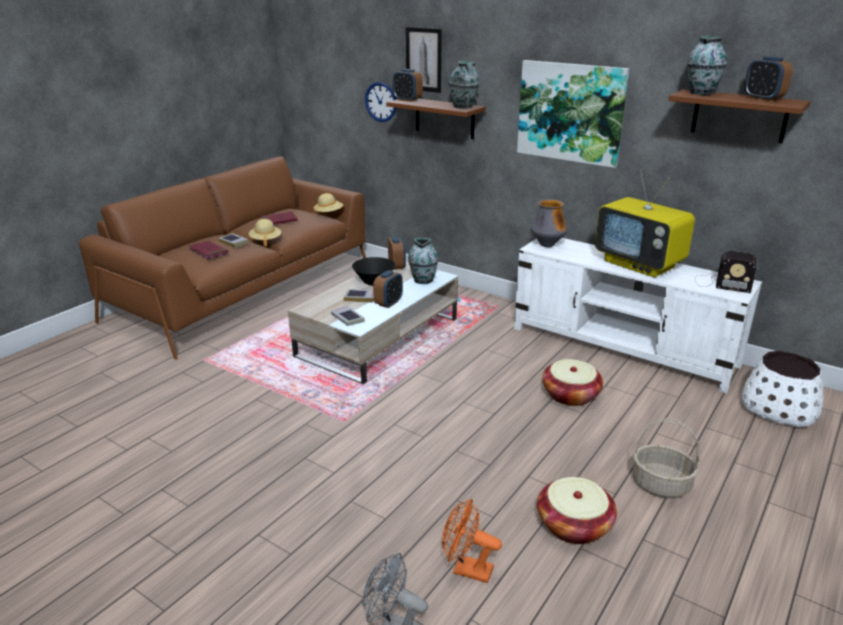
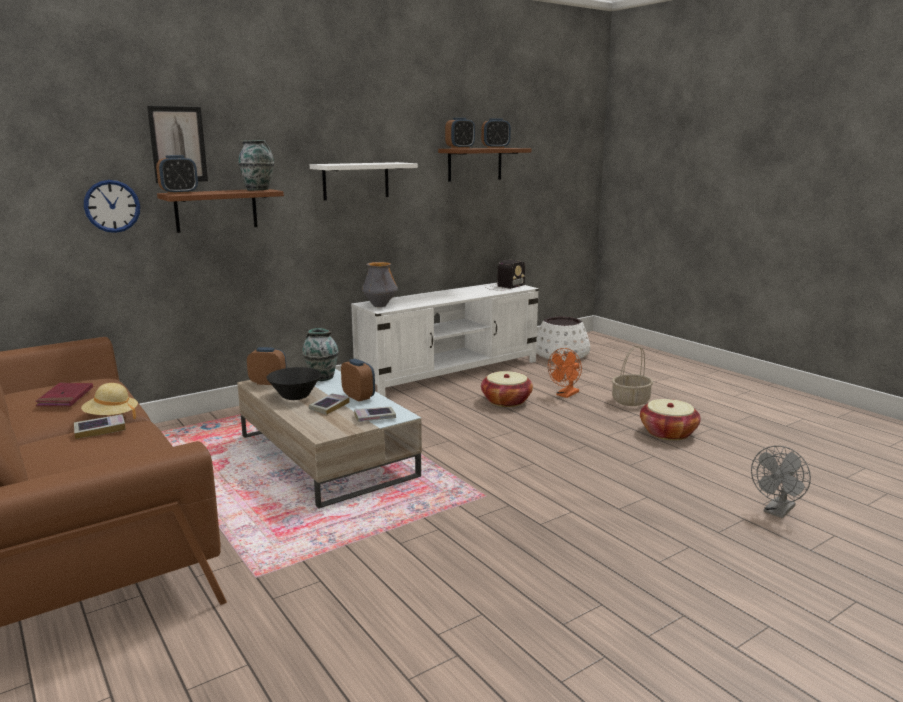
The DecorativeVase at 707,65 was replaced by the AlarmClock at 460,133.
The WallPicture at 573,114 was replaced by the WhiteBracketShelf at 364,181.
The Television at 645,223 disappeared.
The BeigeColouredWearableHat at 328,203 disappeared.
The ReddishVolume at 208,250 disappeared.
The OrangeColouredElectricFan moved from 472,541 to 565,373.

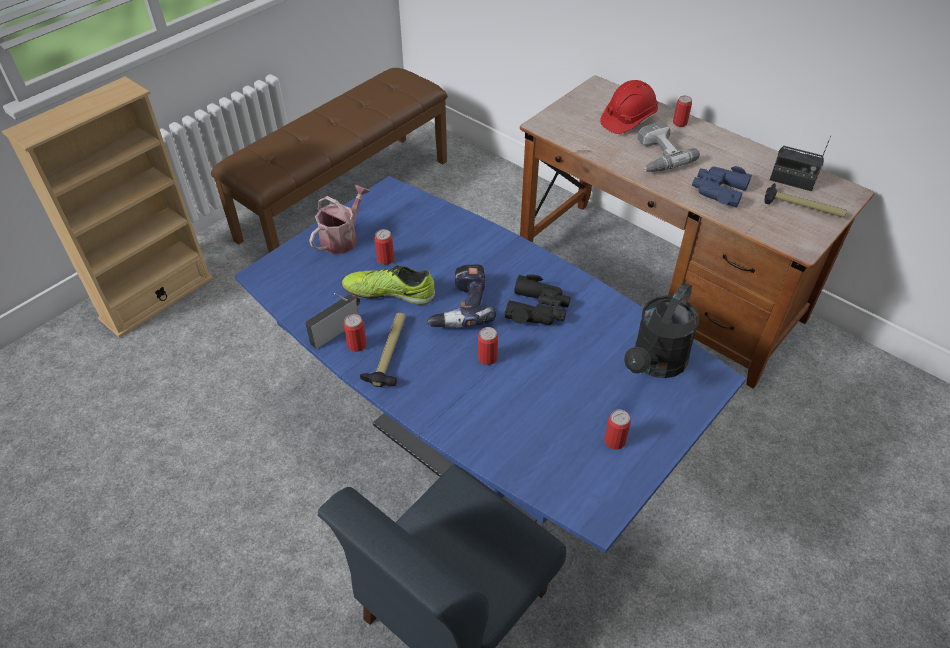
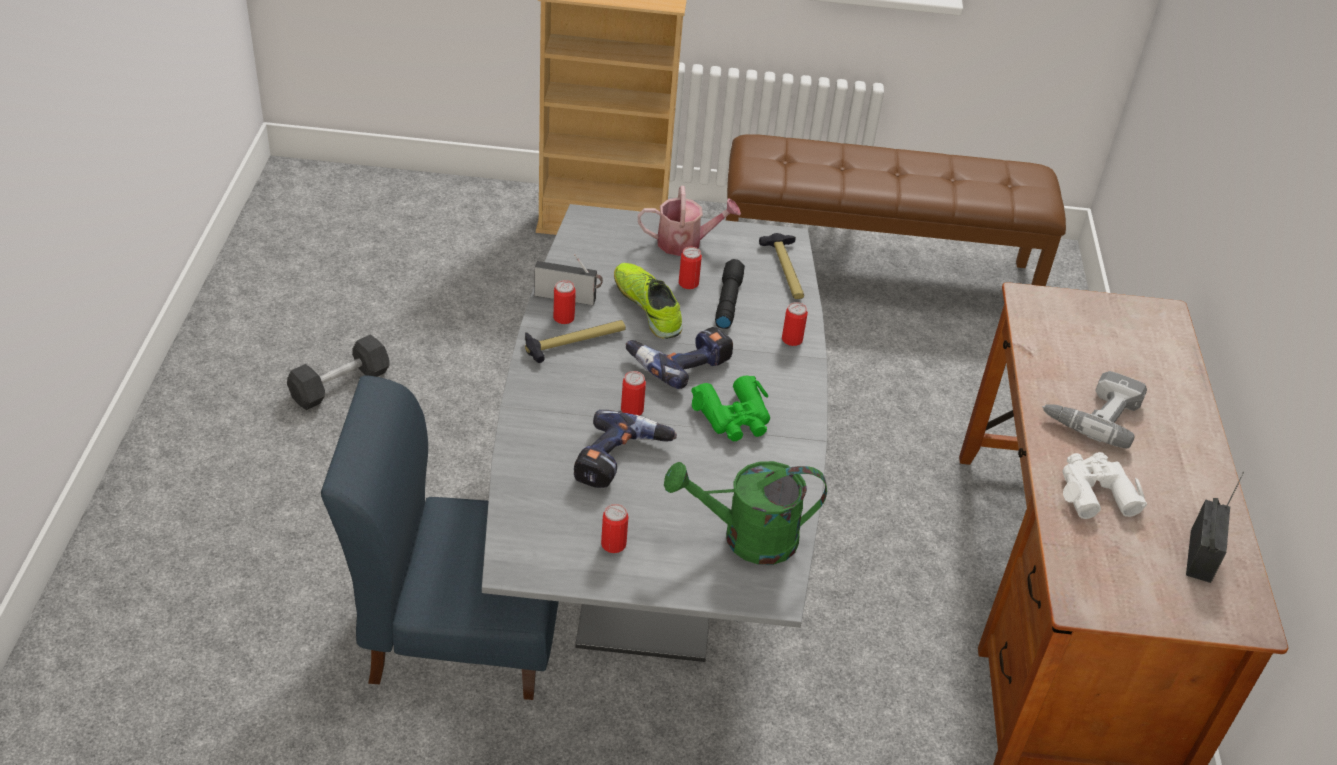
The ReddishHardHat at 629,107 disappeared.
The Can moved from 682,111 to 795,324.
The RadioReceiver at 800,163 turned 150 degrees counterclockwise.
The BlueColouredFieldGlasses at 722,187 became the WhiteFieldGlasses at 1105,485.
The BlueColouredDiningTable at 490,364 became the GreyDiningTable at 655,433.
The ToolHammer moved from 806,200 to 781,266.
The BlackishFieldGlasses at 537,299 became the GreenishFieldGlasses at 730,408.
The BlackishSprinklingCan at 661,330 became the GreenishSprinklingCan at 745,513.
The BlackishHandTorch at 730,294 appeared.
The BlackishFreeWeight at 338,372 appeared.
The PowerDrill at 625,449 appeared.

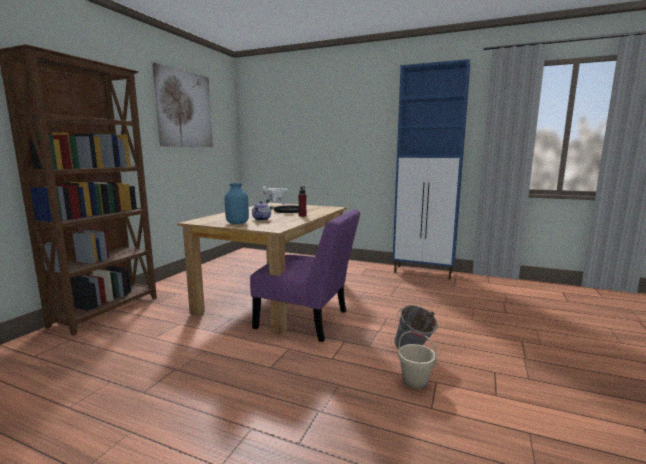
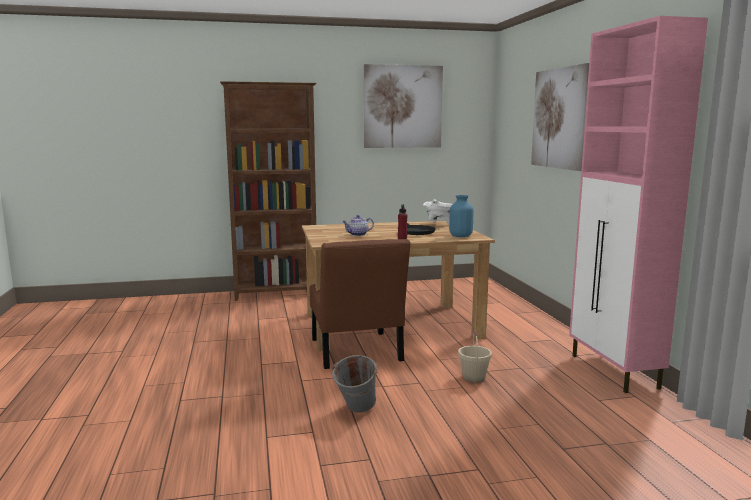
The BlueColouredStorageCabinet at 431,169 became the PinkishStorageCabinet at 638,204.
The BlueColouredDecorativeVase moved from 237,203 to 461,216.
The PurpleColouredChair at 305,276 became the BrownColouredChair at 360,304.
The BeigeColouredWaterBucket moved from 417,360 to 475,356.
The WallPicture at 560,117 appeared.

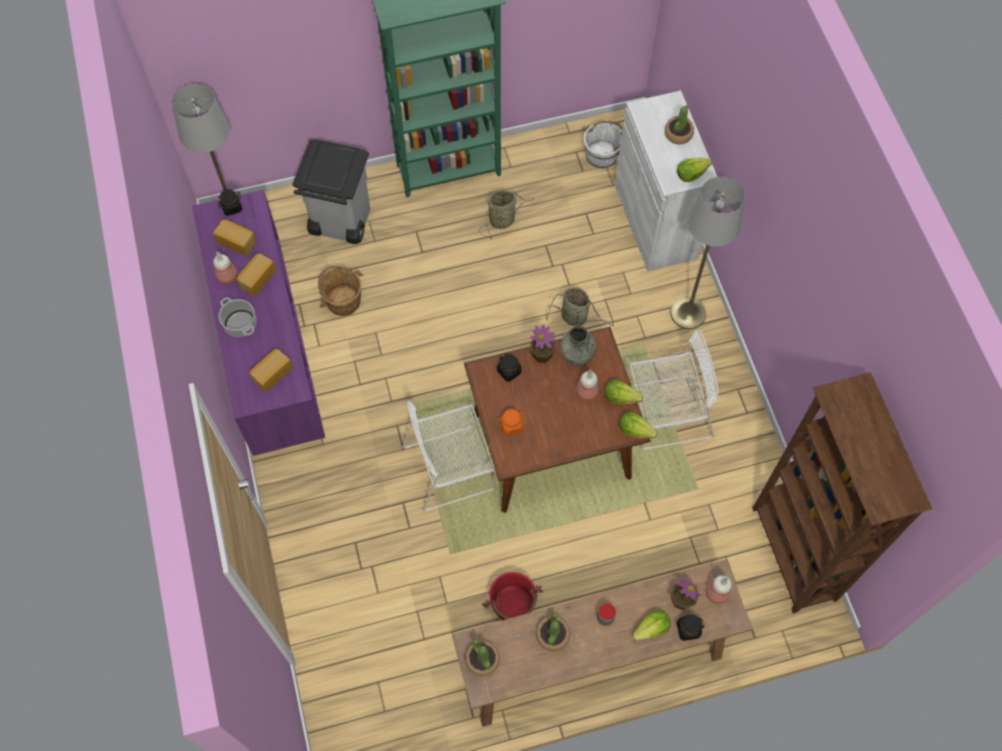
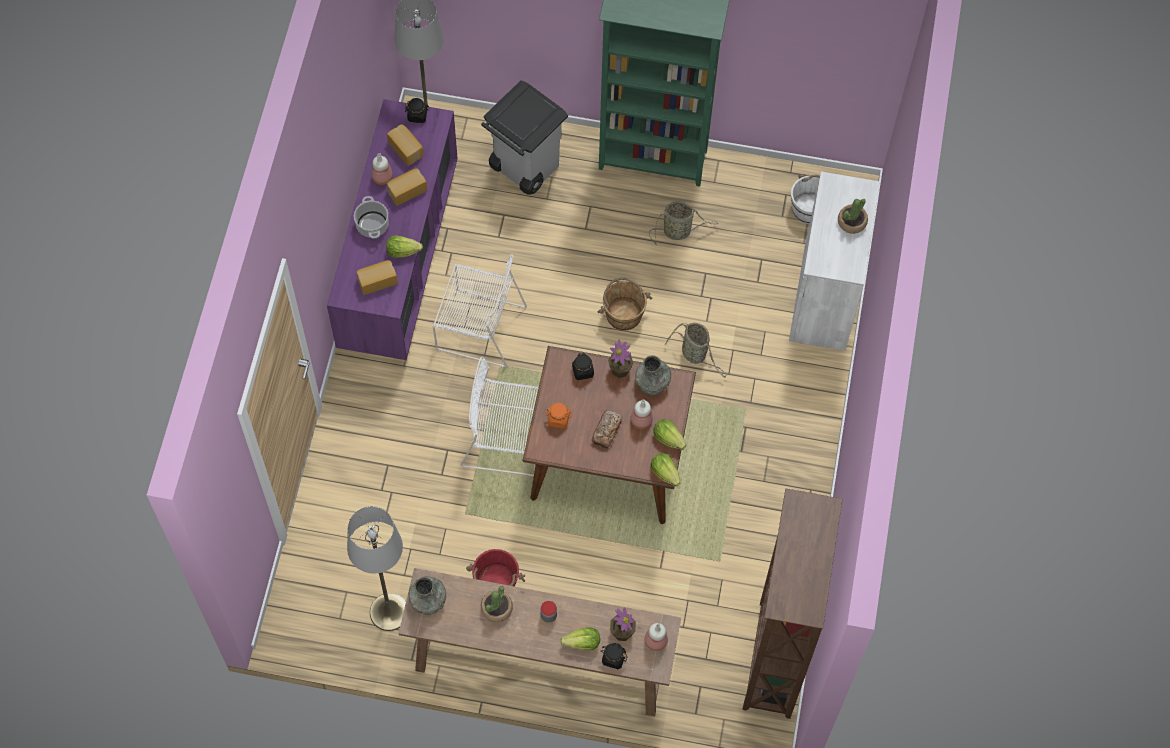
The LettuceHead moved from 694,170 to 404,246.
The GreyStandingLamp moved from 707,253 to 376,568.
The BrownColouredWaterBucket moved from 340,291 to 625,304.
The WhiteChair moved from 673,389 to 480,310.
The Houseplant at 482,657 was replaced by the GreyDecorativeVase at 427,595.
The BakeryBread at 607,429 appeared.

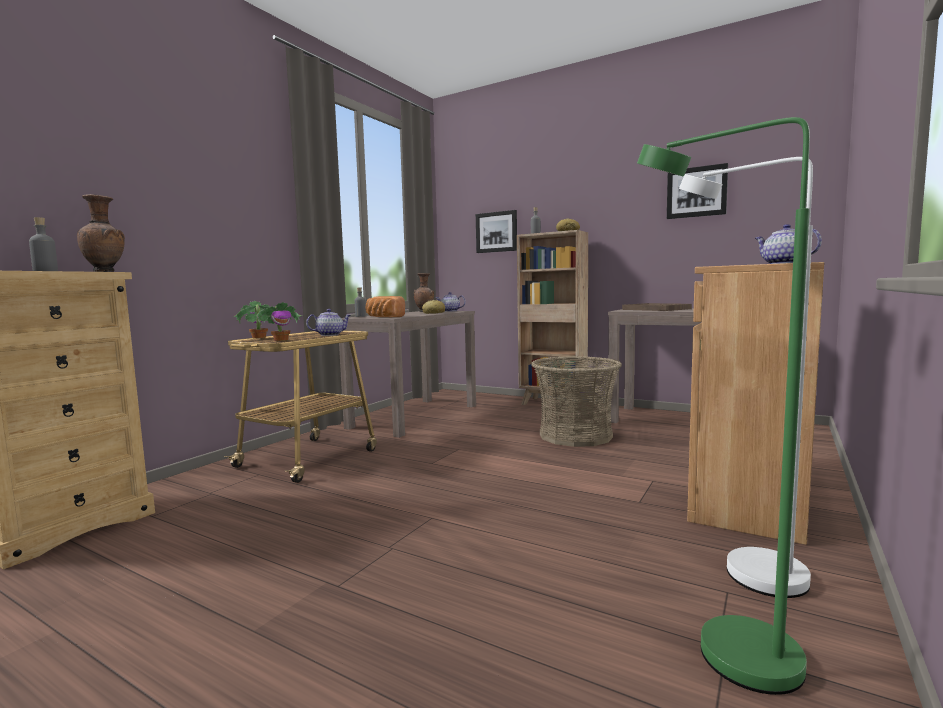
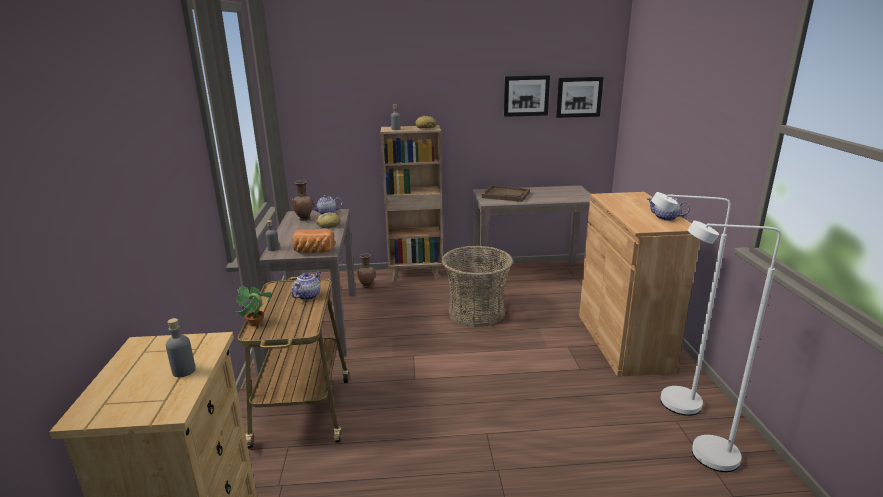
The GreenishStandingLamp at 723,406 became the WhiteStandingLamp at 734,346.
The BrownColouredDecorativeVase moved from 101,233 to 366,270.
The WallPicture moved from 496,231 to 580,97.
The Houseplant at 279,321 disappeared.

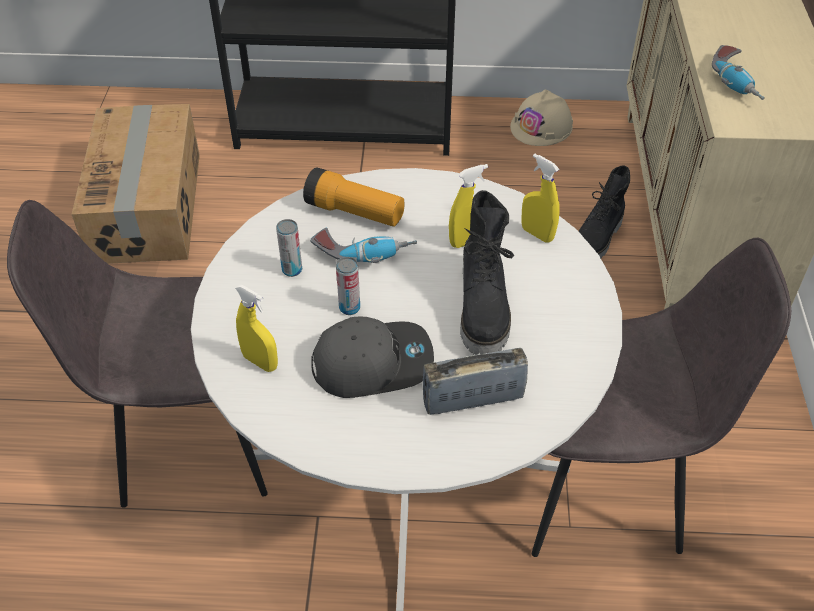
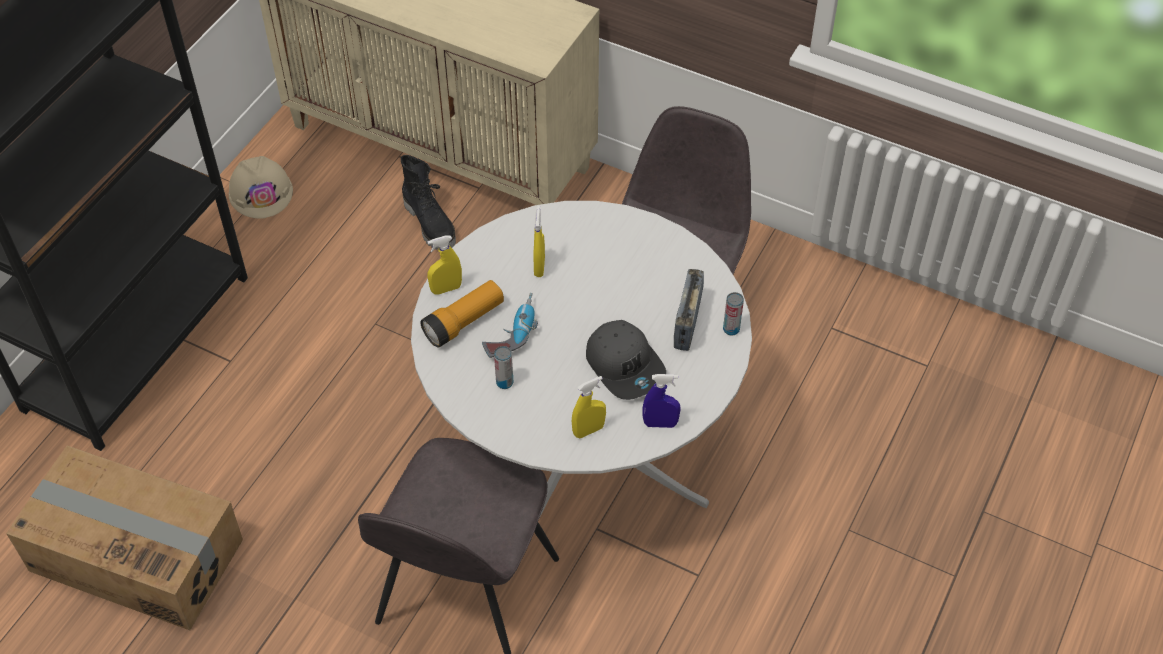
The PowerDrill at 738,72 disappeared.
The YellowColouredSprayBottle moved from 540,198 to 444,265.
The BlackishHighTopBoot at 487,272 disappeared.
The Can moved from 348,286 to 733,313.
The GreyBaseballCap at 372,357 turned 135 degrees clockwise.
The BlueColouredSprayBottle at 662,401 appeared.

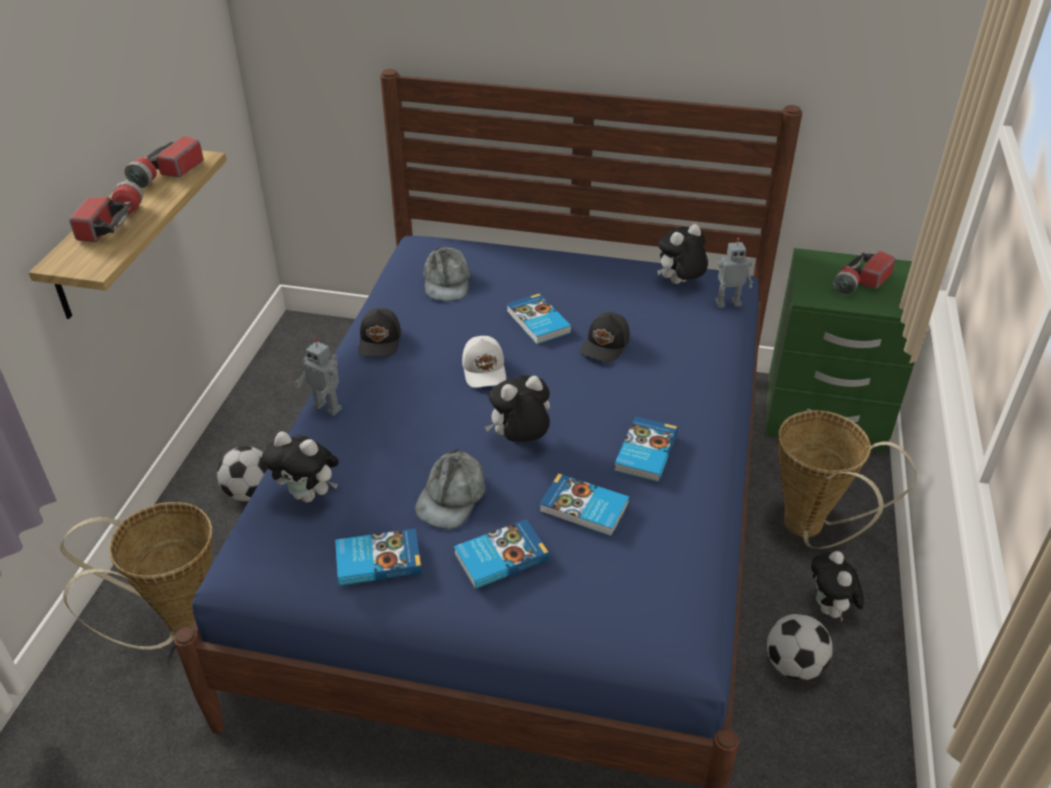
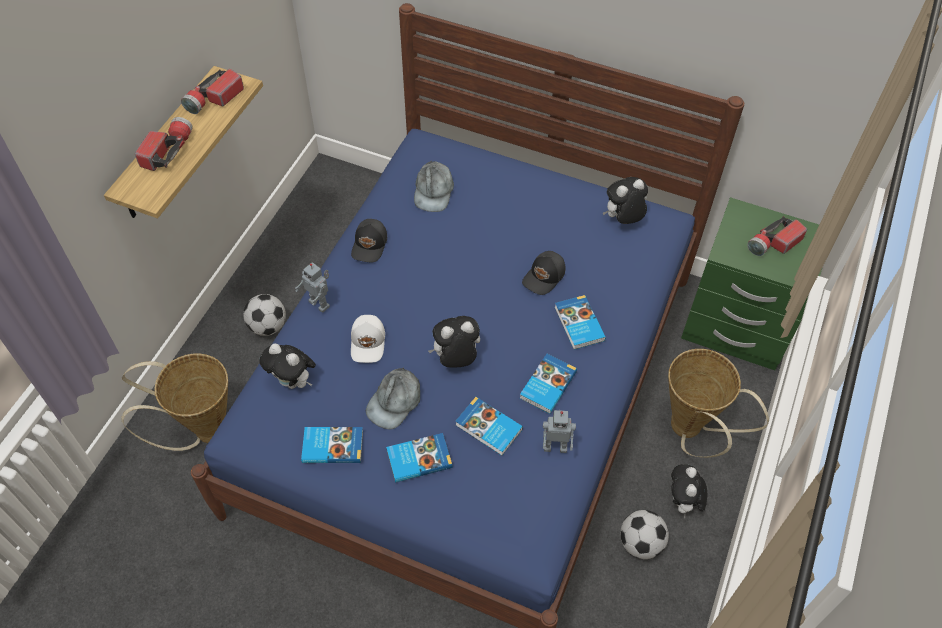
The ToyRobot moved from 734,272 to 559,431.
The Volume moved from 539,318 to 580,322.
The WhiteBaseballCap moved from 484,362 to 368,339.

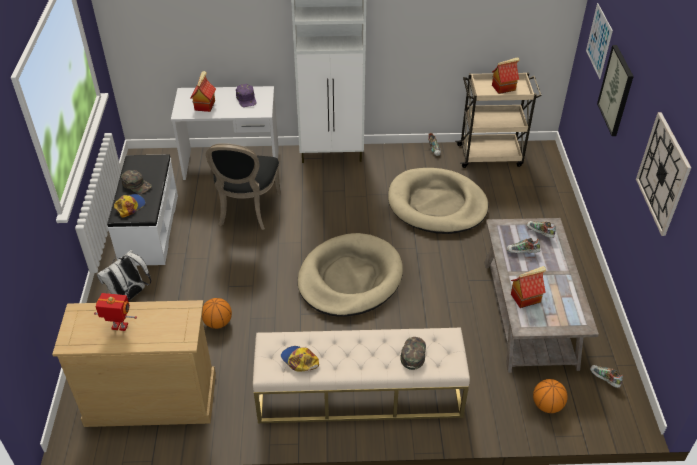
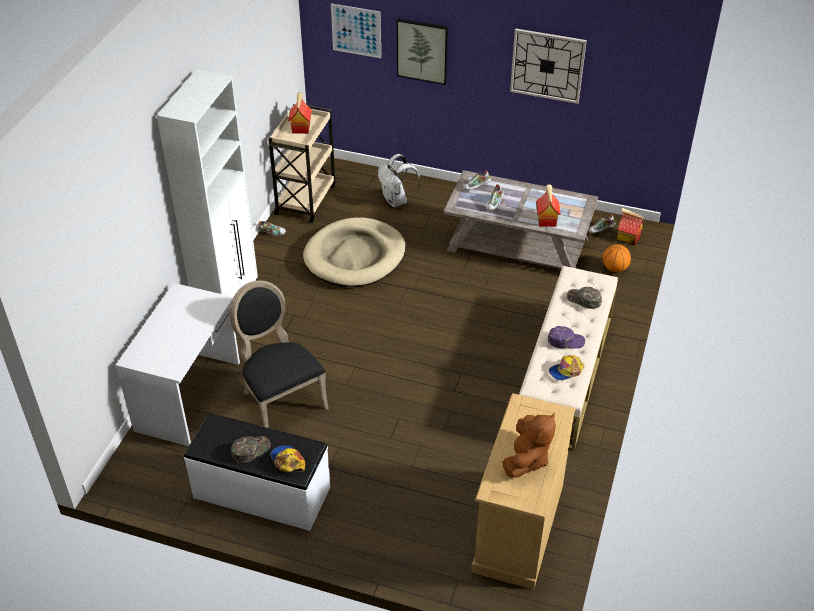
The MiniatureHouse moved from 203,91 to 630,226.
The PurpleColouredBaseballCap moved from 246,95 to 566,337.
The BlackishChair at 243,186 turned 150 degrees counterclockwise.
The BeigeColouredDogCushion at 350,275 disappeared.
The WhiteKnapsack moved from 124,276 to 399,180.
The ToyRobot at 115,312 was replaced by the BrownColouredSoftToy at 529,445.
The Basketball at 217,313 disappeared.

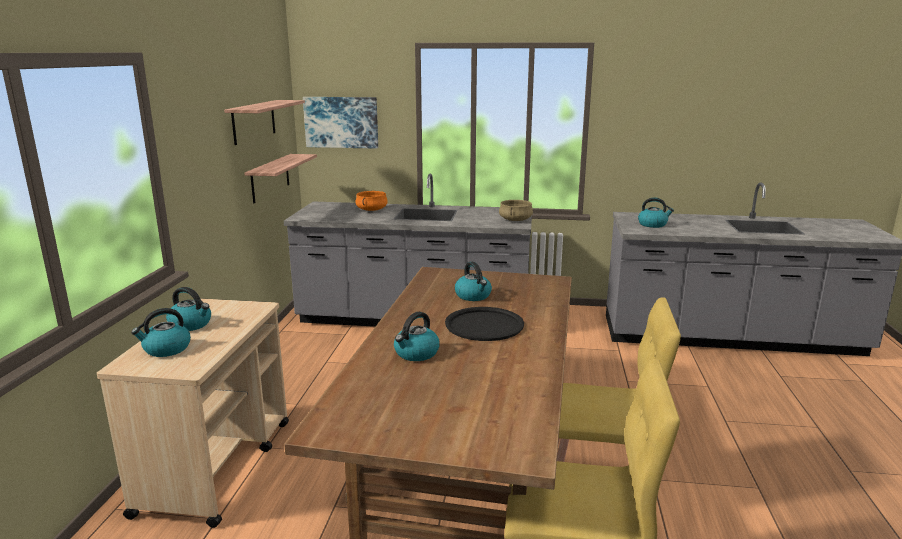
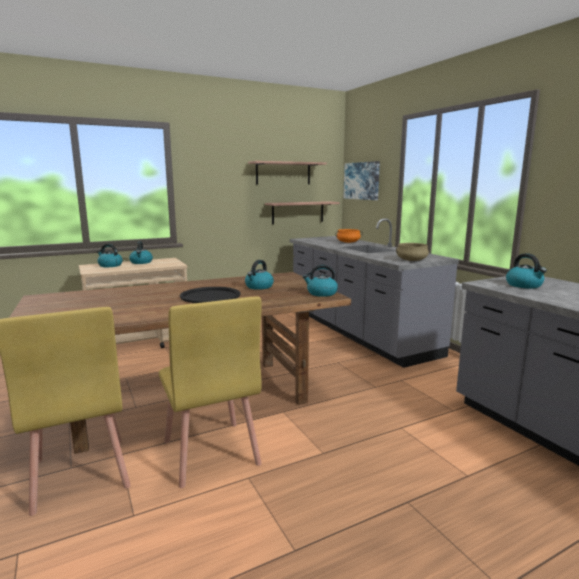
The WaterKettle moved from 417,336 to 320,281.

